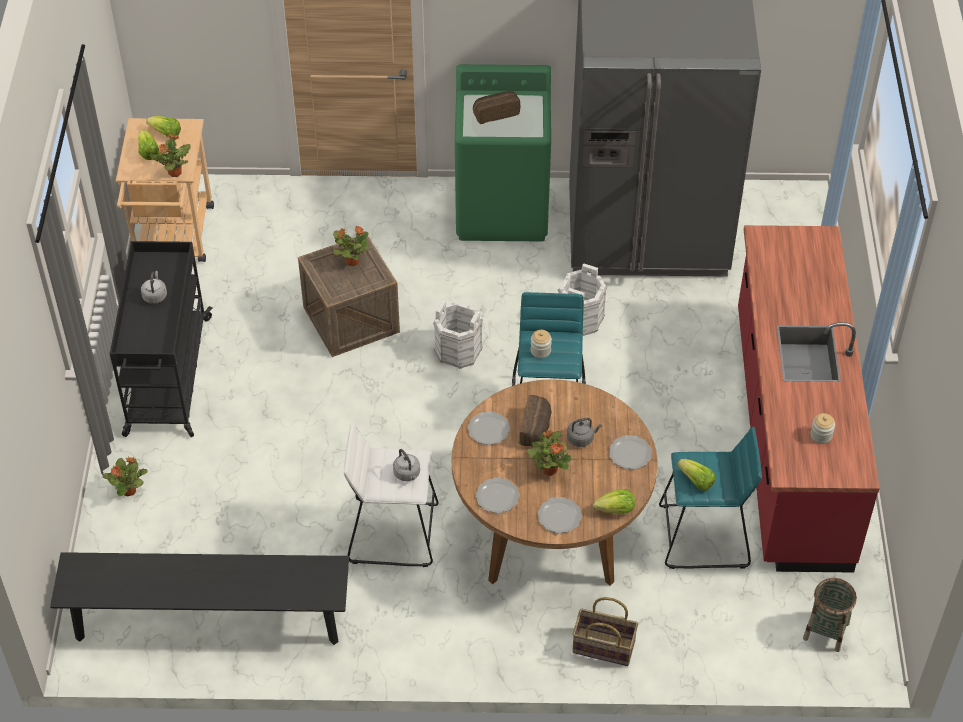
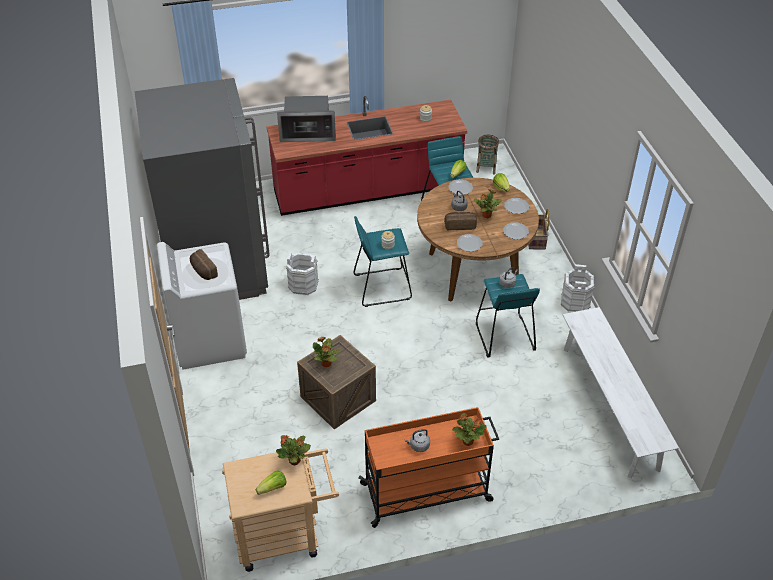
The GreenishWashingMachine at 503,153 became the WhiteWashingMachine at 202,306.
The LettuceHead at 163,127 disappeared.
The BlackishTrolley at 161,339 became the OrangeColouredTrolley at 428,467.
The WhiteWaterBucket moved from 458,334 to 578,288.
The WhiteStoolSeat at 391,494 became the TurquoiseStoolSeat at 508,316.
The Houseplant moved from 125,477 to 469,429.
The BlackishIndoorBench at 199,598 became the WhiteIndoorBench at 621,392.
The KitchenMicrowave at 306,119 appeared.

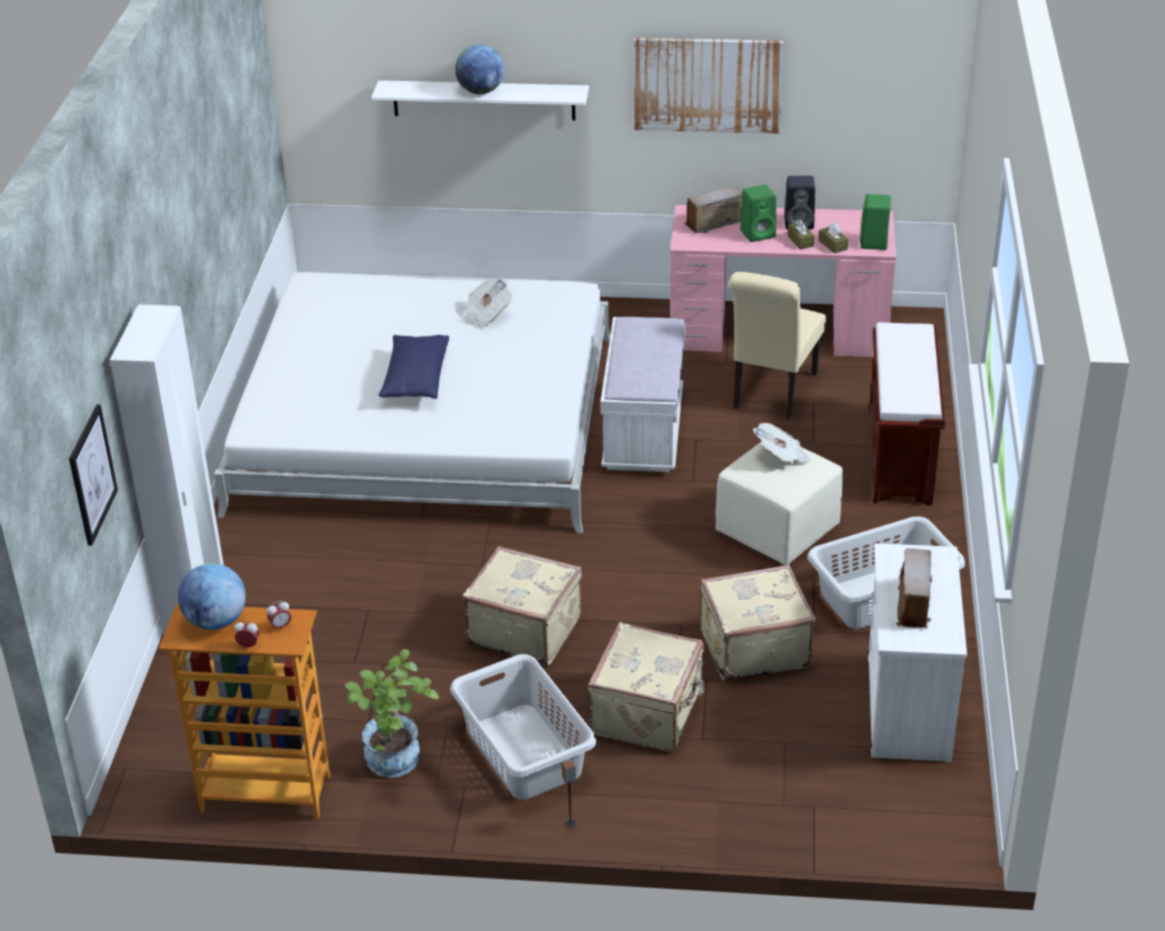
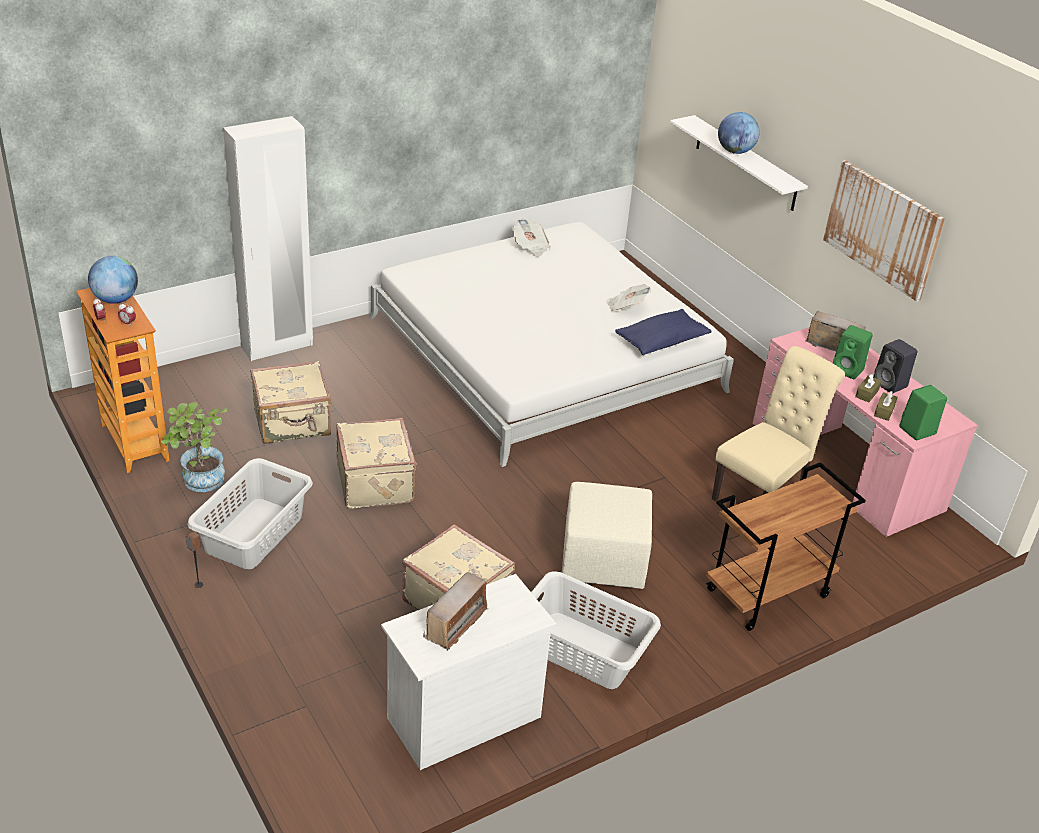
The BeigeColouredChair at 777,346 turned 150 degrees clockwise.
The WhiteIndoorBench at 643,394 disappeared.
The BrownColouredIndoorBench at 907,414 was replaced by the BrownColouredTrolley at 786,546.
The BlueColouredPillow moved from 414,367 to 663,332.
The WallPicture at 93,475 disappeared.
The Newspaper moved from 782,443 to 531,237.
The RadioReceiver at 914,588 turned 150 degrees clockwise.
The BeigeColouredSuitcase moved from 646,687 to 290,402.

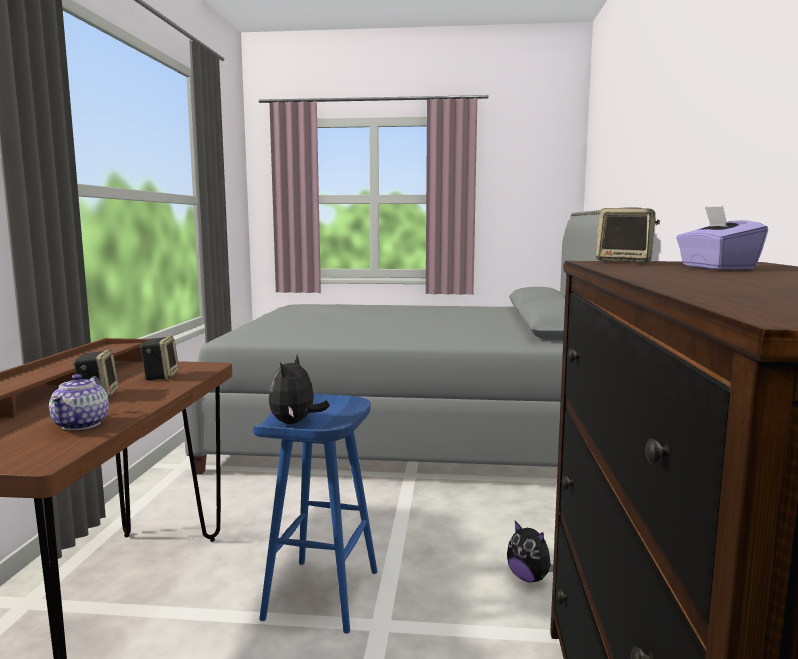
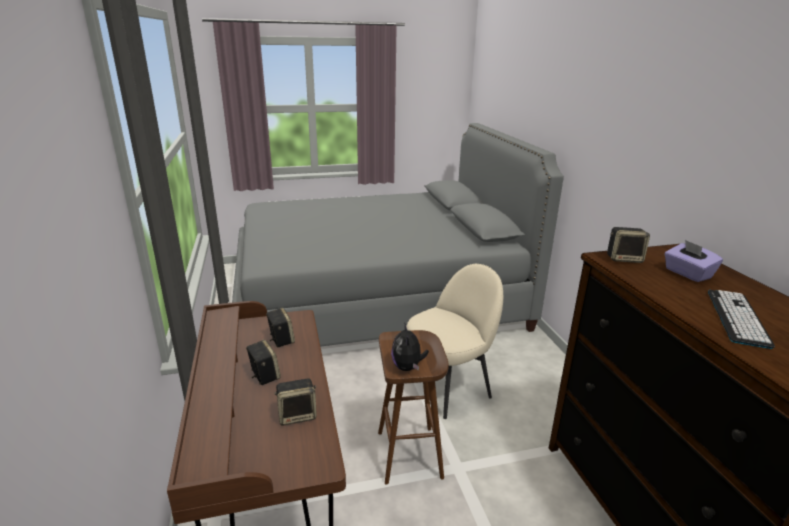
The Teapot at 79,402 was replaced by the Loudspeaker at 296,402.
The BlueColouredStoolSeat at 315,514 became the BrownColouredStoolSeat at 413,407.
The SoftToy at 530,551 disappeared.
The BeigeColouredChair at 454,341 appeared.
The PcKeyboard at 741,319 appeared.

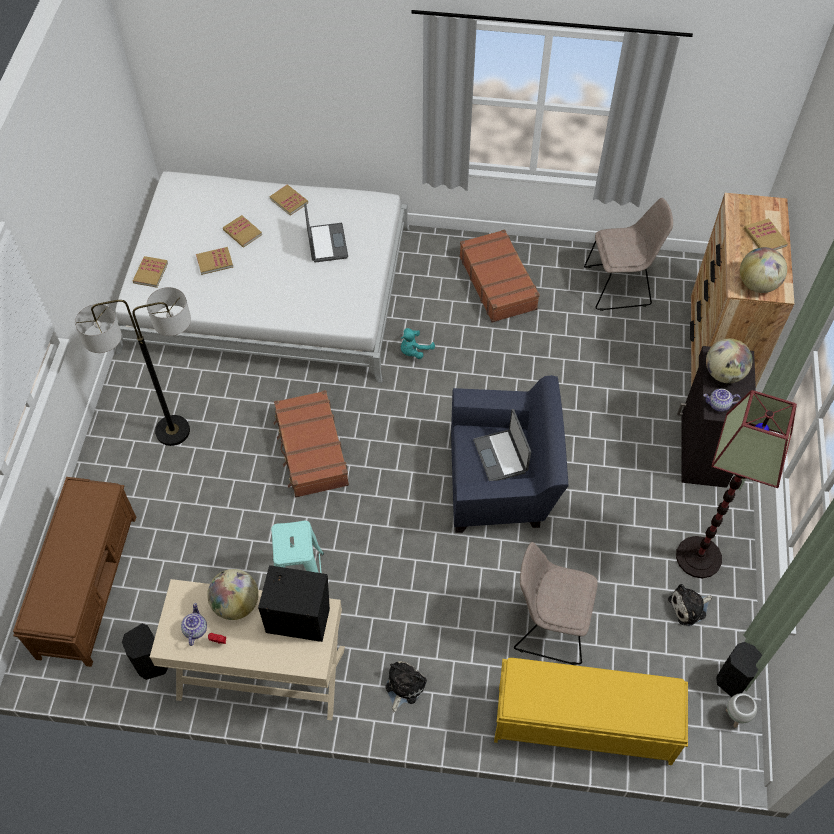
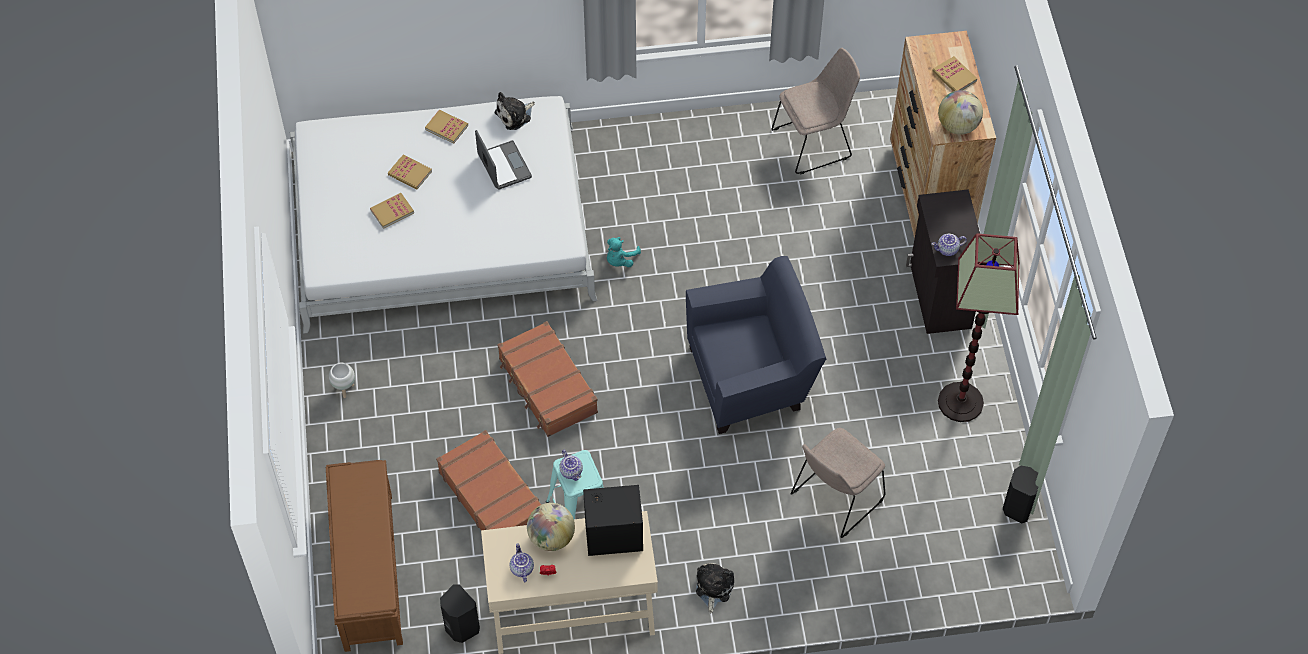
The BrownColouredSuitcase moved from 499,276 to 488,480.
The Volume at 150,272 disappeared.
The StandingLamp at 133,366 disappeared.
The Globe at 729,361 disappeared.
The NotebookComputer at 502,445 disappeared.
The BeigeColouredChair at 556,603 turned 45 degrees counterclockwise.
The SoftToy moved from 690,605 to 515,111.
The YellowColouredIndoorBench at 591,711 disappeared.
The WhiteFlowerPot moved from 741,710 to 342,380.
The Teapot at 571,465 appeared.

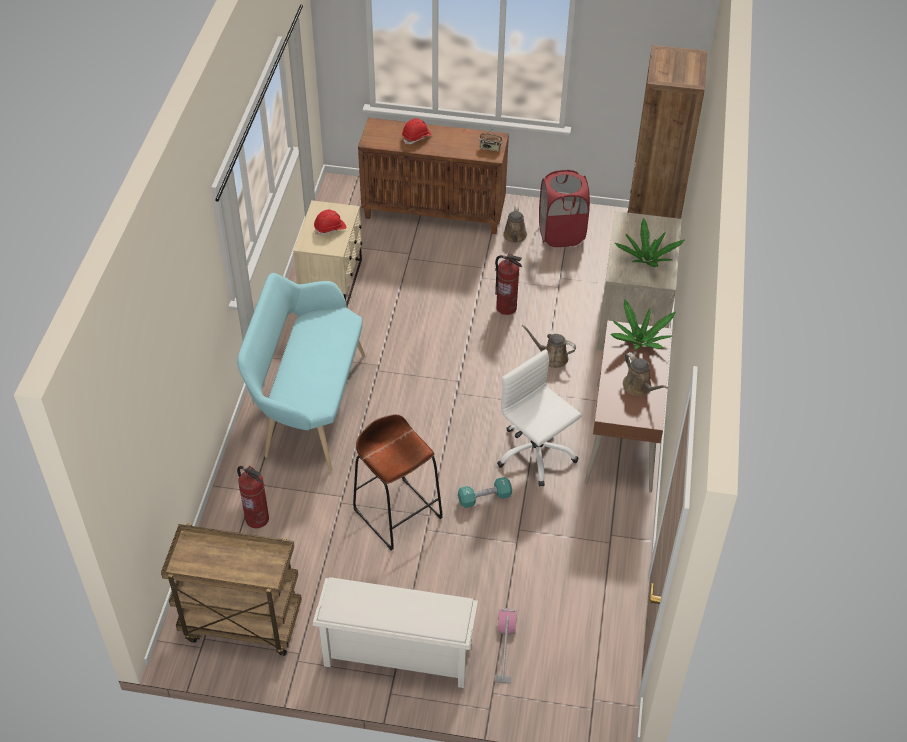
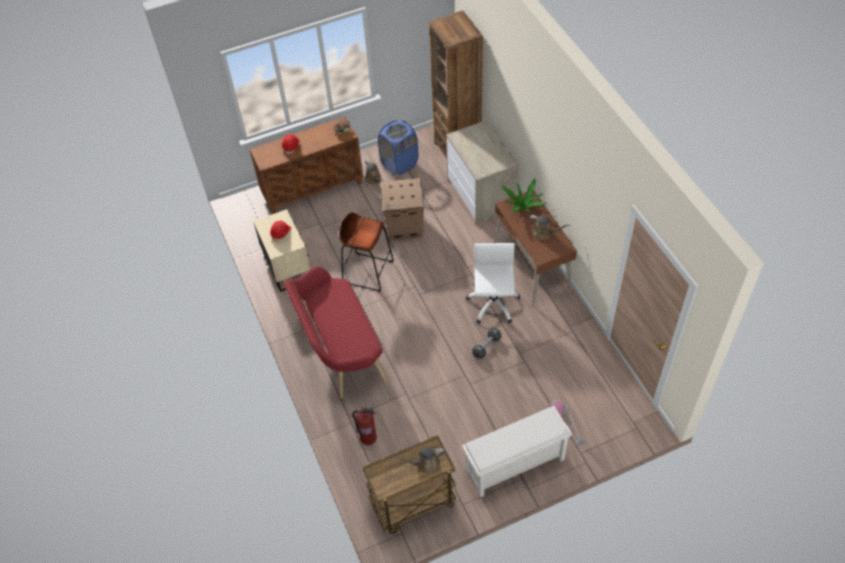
The ReddishLaundryBasket at 564,208 became the BlueColouredLaundryBasket at 398,148.
The Houseplant at 650,242 disappeared.
The Extinguisher at 508,284 was replaced by the CardboardBox at 402,209.
The TurquoiseIndoorBench at 301,372 became the ReddishIndoorBench at 336,332.
The BrownColouredSprinklingCan moved from 549,346 to 420,460.
The WhiteOfficeChair at 539,418 turned 75 degrees clockwise.
The BrownColouredStoolSeat moved from 398,482 to 366,252.
The TurquoiseFreeWeight at 485,492 became the BlackishFreeWeight at 487,343.

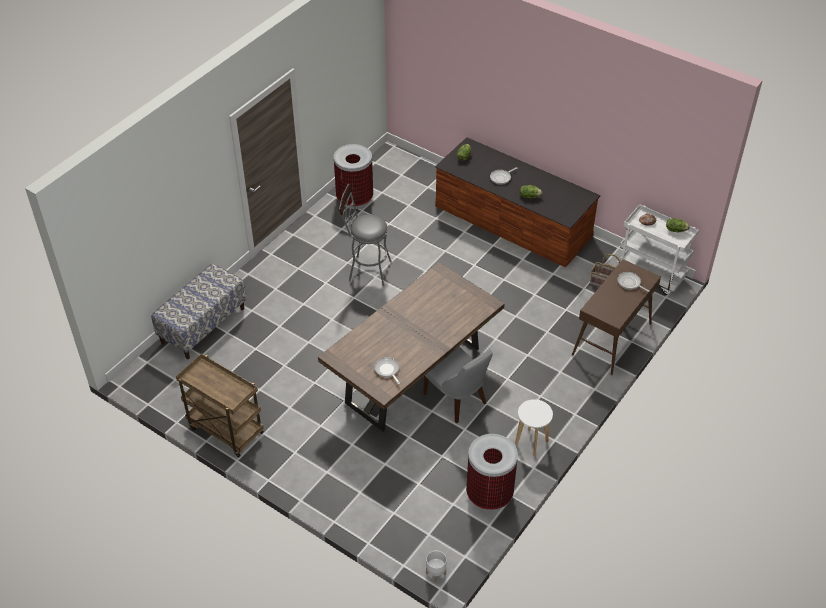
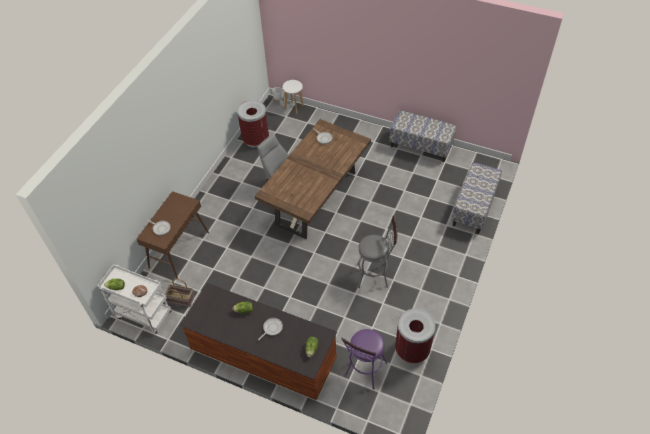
The BrownColouredTrolley at 220,405 was replaced by the IndoorBench at 423,136.
The WhiteStoolSeat moved from 534,427 to 293,97.
The PurpleColouredStoolSeat at 364,359 appeared.

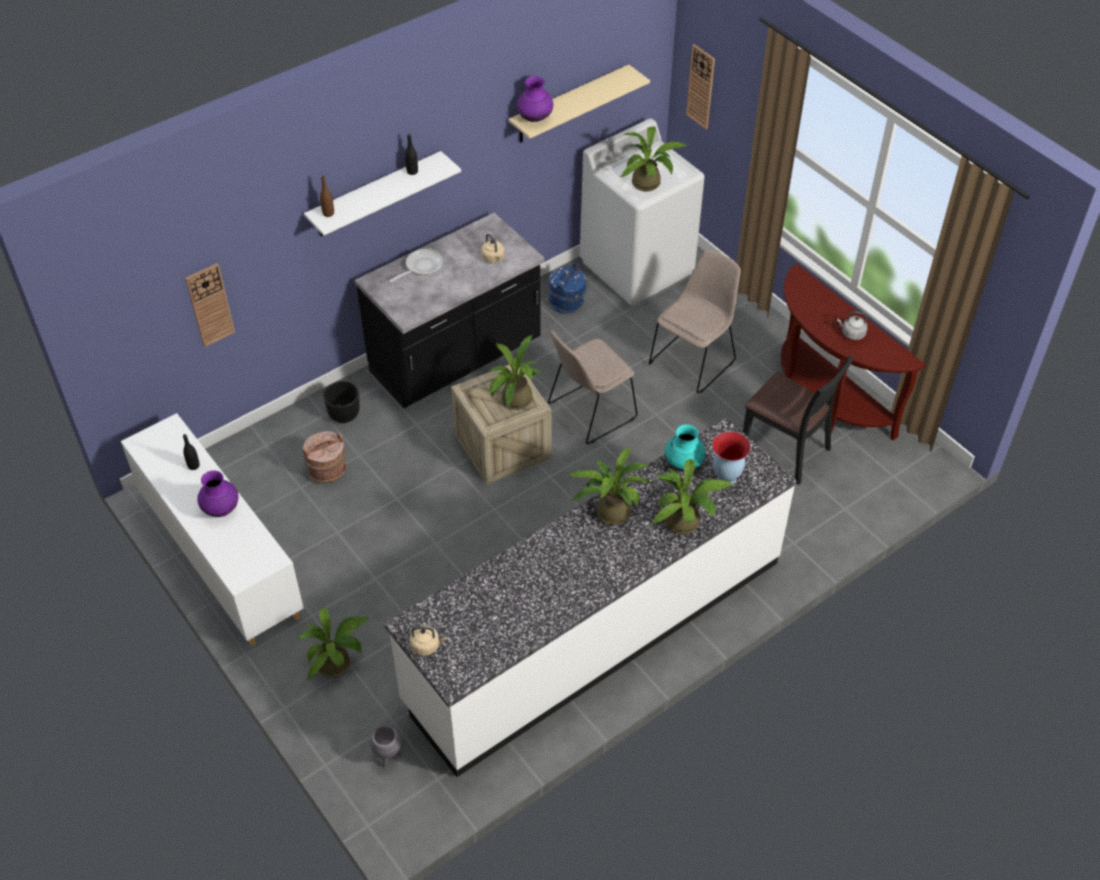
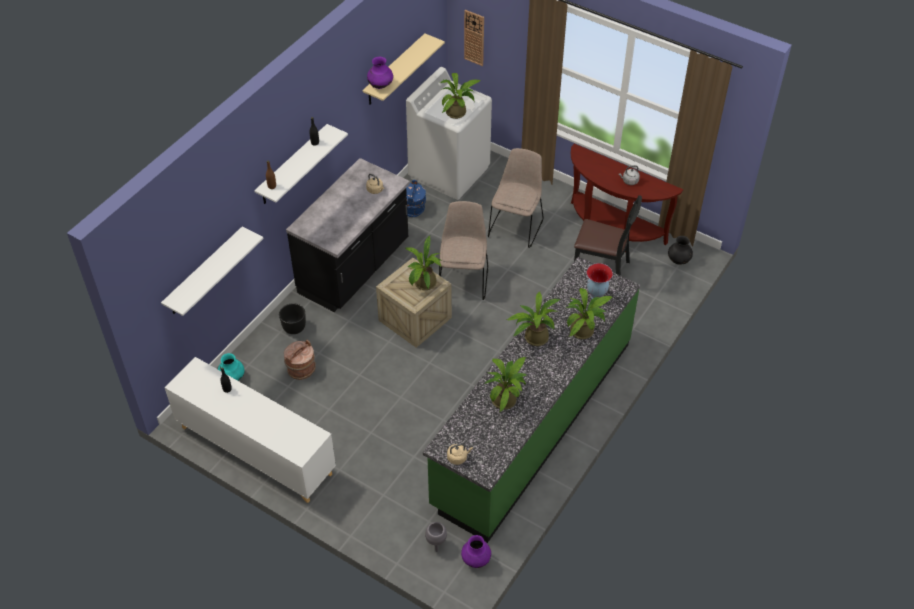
The Pan at 416,265 disappeared.
The ClockOnTheWall at 210,305 was replaced by the WhiteBracketShelf at 212,271.
The BeigeColouredChair at 592,387 turned 150 degrees clockwise.
The WhiteKitchenBaseUnit at 590,597 became the GreenishKitchenBaseUnit at 531,399.
The TurquoiseDecorativeVase moved from 685,447 to 231,367.
The PurpleColouredDecorativeVase moved from 218,494 to 476,551.
The Houseplant moved from 333,643 to 506,384.
The BlackishDecorativeVase at 680,250 appeared.

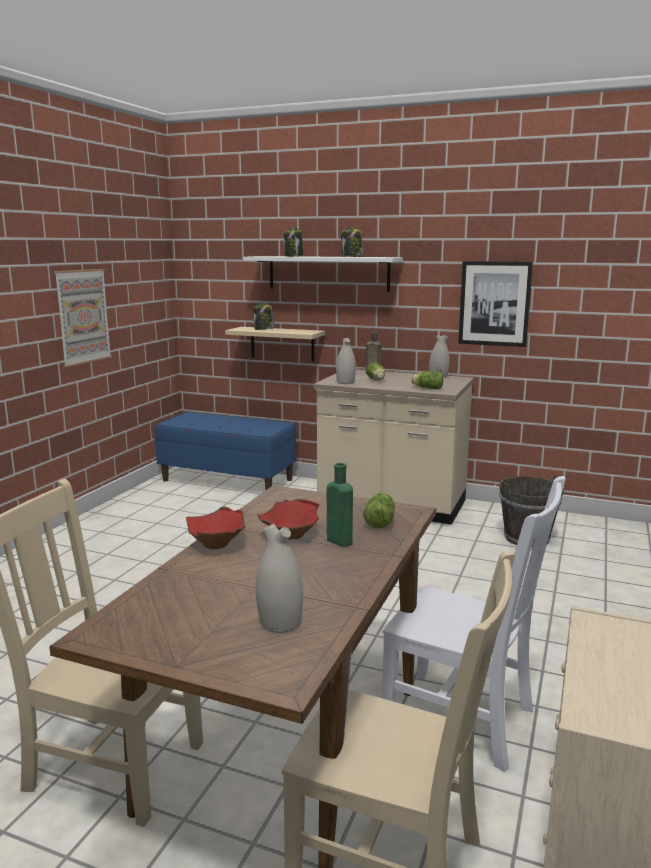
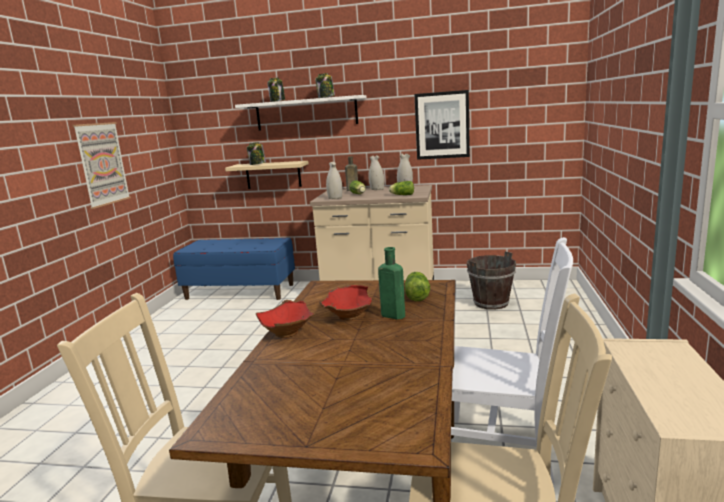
The WhiteDecorativeVase moved from 279,578 to 376,172.

